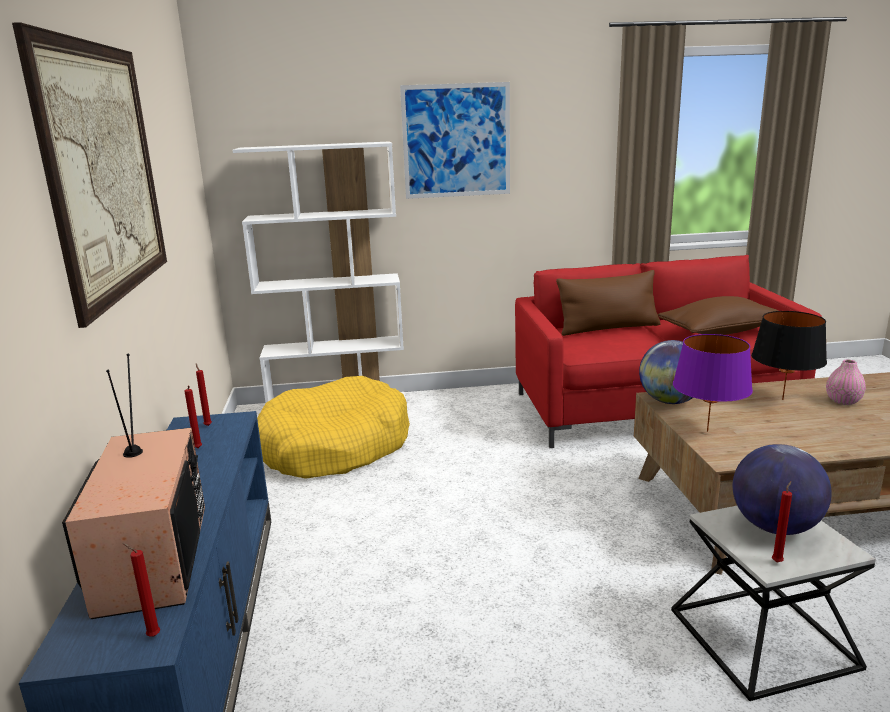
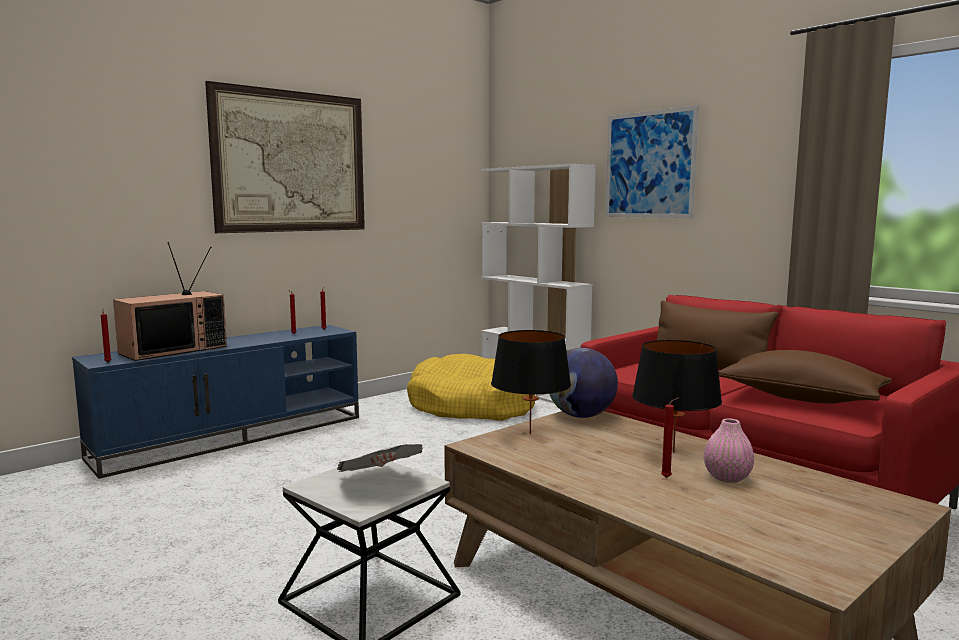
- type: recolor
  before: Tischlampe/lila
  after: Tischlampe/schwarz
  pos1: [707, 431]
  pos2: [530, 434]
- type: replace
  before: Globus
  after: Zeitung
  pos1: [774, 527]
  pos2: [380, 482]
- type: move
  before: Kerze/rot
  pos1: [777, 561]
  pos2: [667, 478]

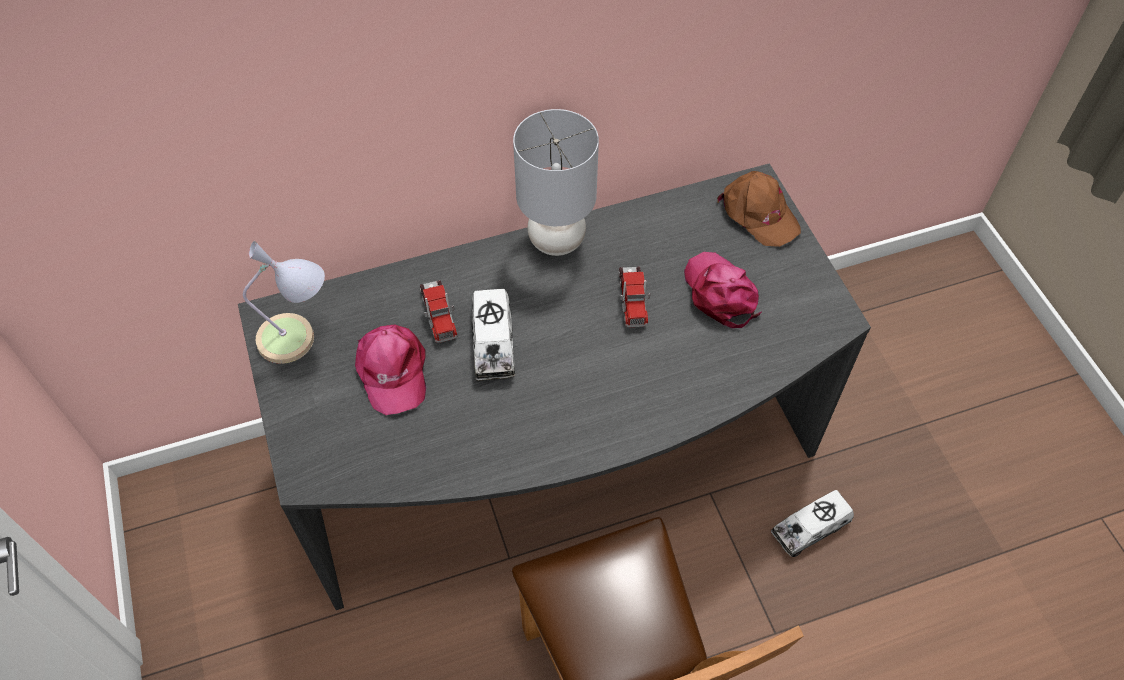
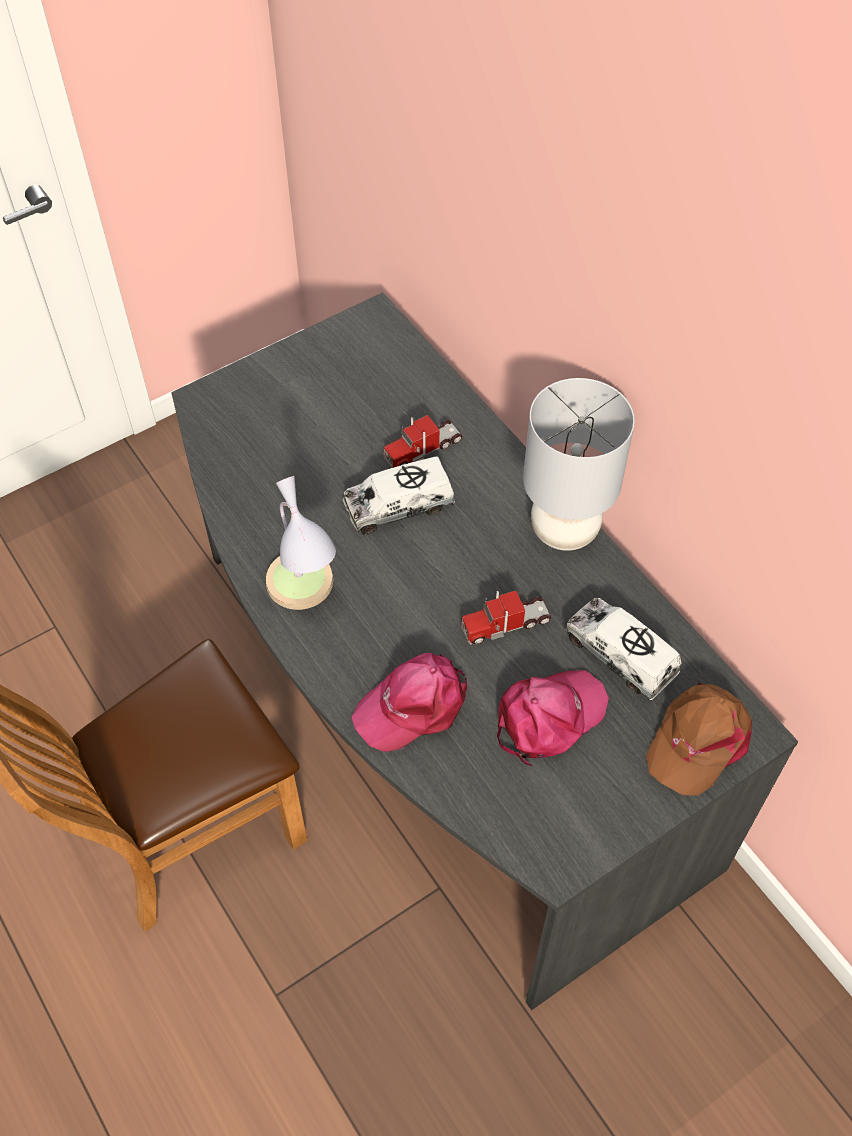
- type: move
  before: Tischlampe
  pos1: [299, 337]
  pos2: [305, 593]
- type: move
  before: Kappe/rosa
  pos1: [392, 371]
  pos2: [413, 705]
- type: move
  before: Spielzeuglaster
  pos1: [810, 529]
  pos2: [620, 655]

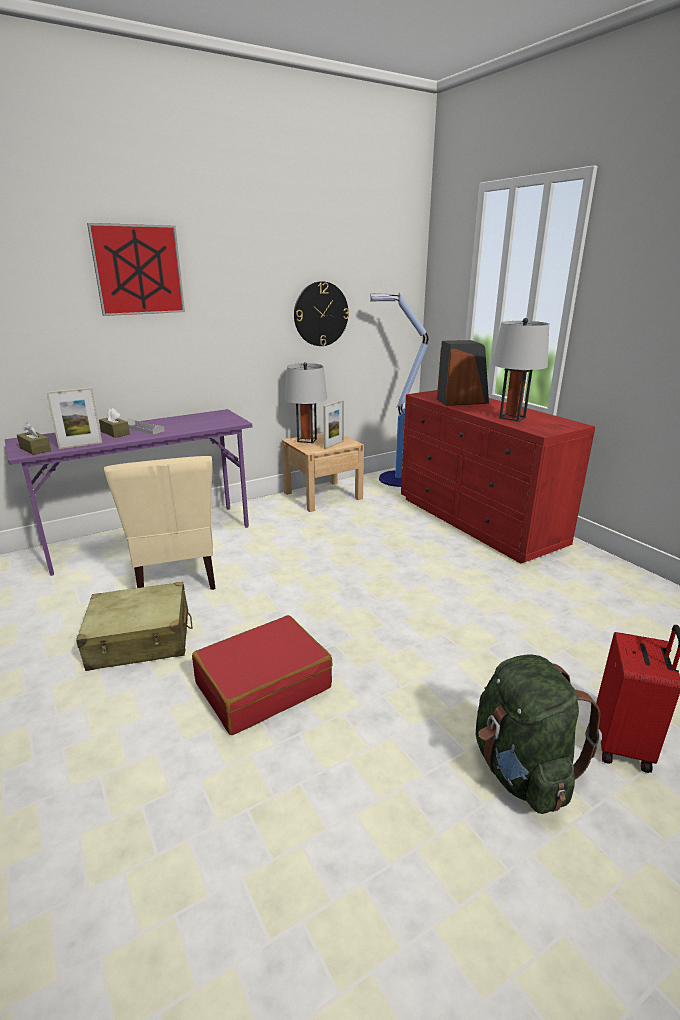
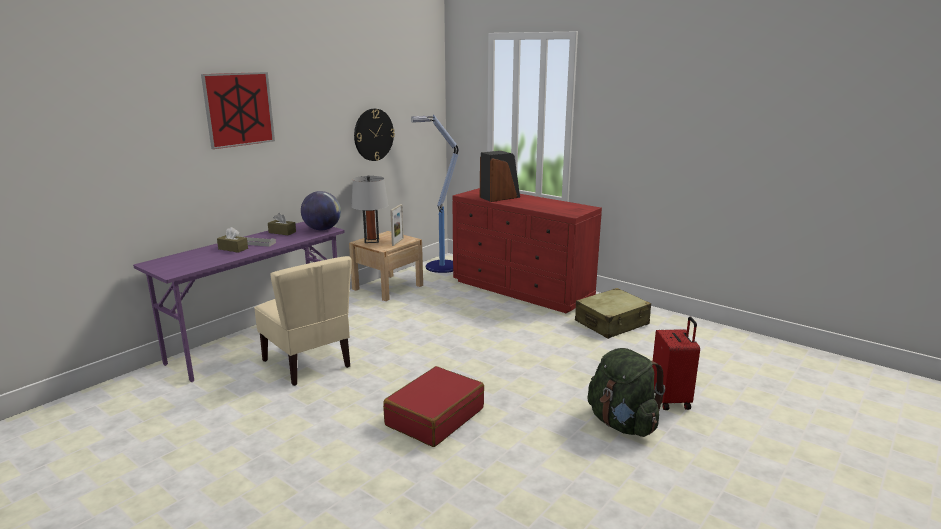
- type: move
  before: Taschentuchbox/braun
  pos1: [35, 449]
  pos2: [282, 232]
- type: delete
  before: Bilderrahmen
  pos1: [80, 445]
- type: move
  before: Koffer/beige
  pos1: [140, 640]
  pos2: [612, 323]
- type: delete
  before: Tischlampe/grau
  pos1: [512, 417]
- type: insert
  after: Globus
  pos2: [322, 229]

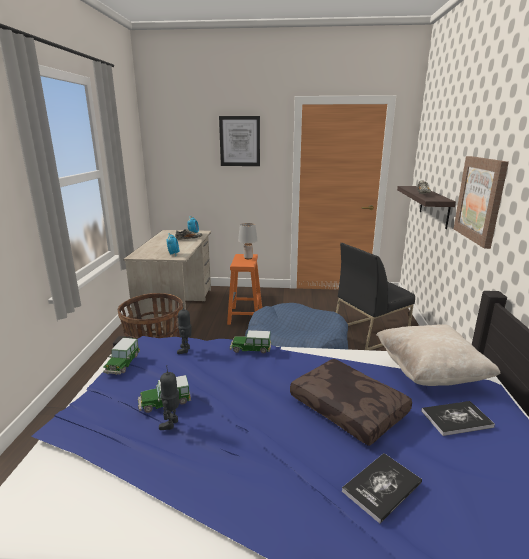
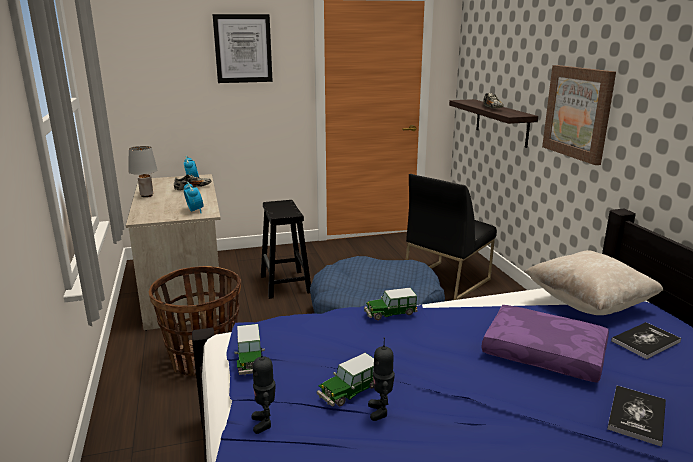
- type: move
  before: Spielzeugroboter
  pos1: [185, 350]
  pos2: [264, 422]
- type: recolor
  before: Hocker/orange
  after: Hocker/schwarz
  pos1: [245, 316]
  pos2: [286, 284]
- type: move
  before: Tischlampe/grau
  pos1: [248, 258]
  pos2: [147, 195]
- type: recolor
  before: Kissen/braun
  after: Kissen/lila
  pos1: [349, 408]
  pos2: [545, 353]

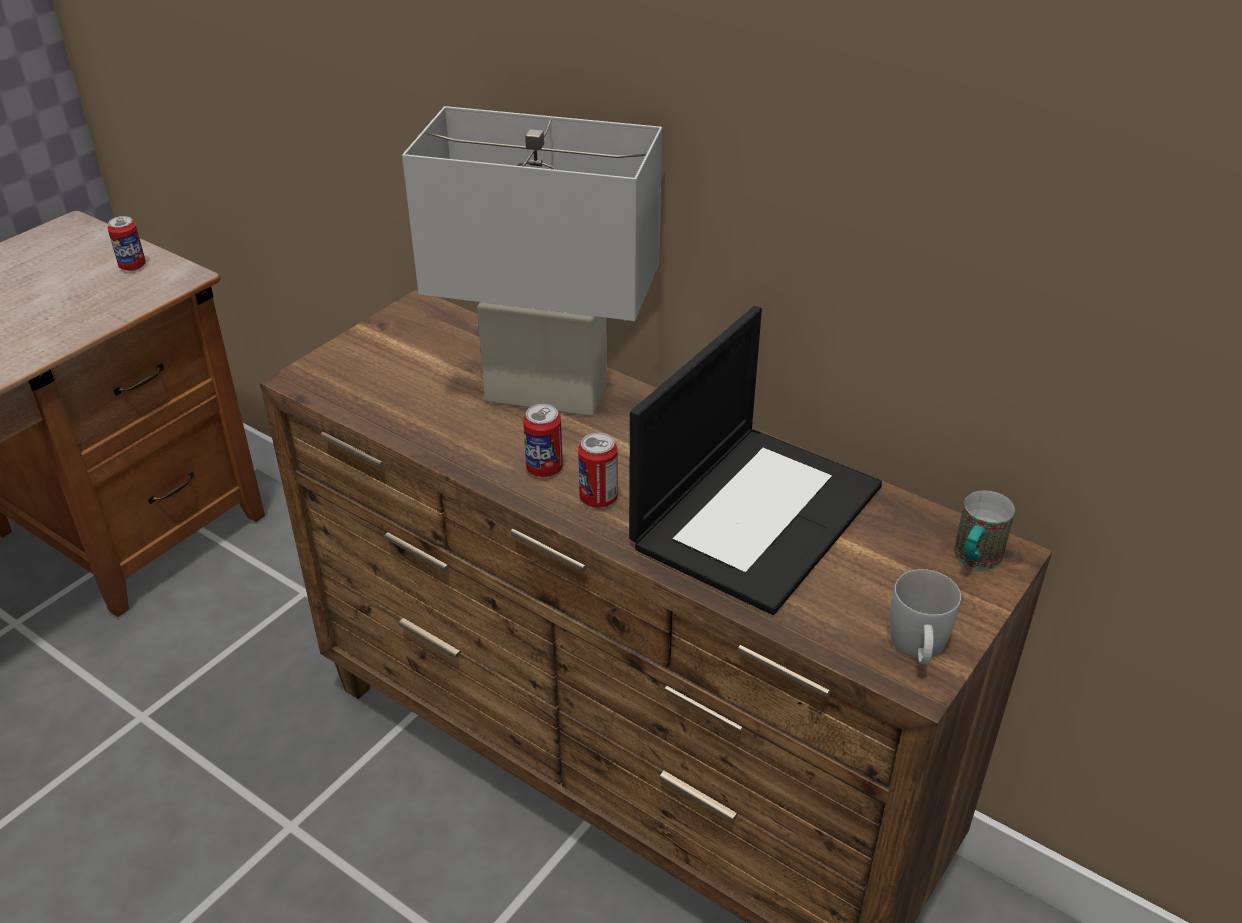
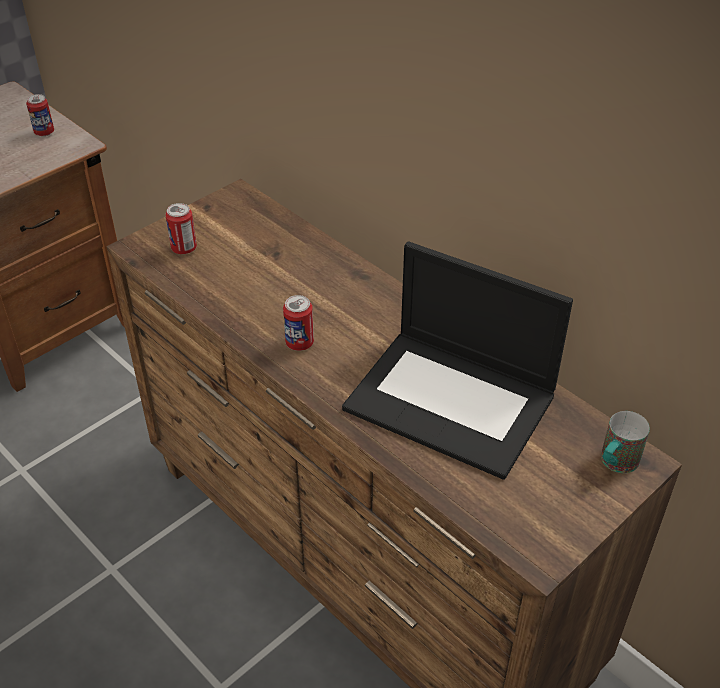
- type: delete
  before: Tischlampe/weiß
  pos1: [546, 393]
- type: move
  before: Dose
  pos1: [598, 499]
  pos2: [184, 248]
- type: rotate
  before: Laptop
  pos1: [756, 513]
  pos2: [453, 401]
  turn: 75
- type: delete
  before: Henkelbecher/weiß
  pos1: [918, 649]

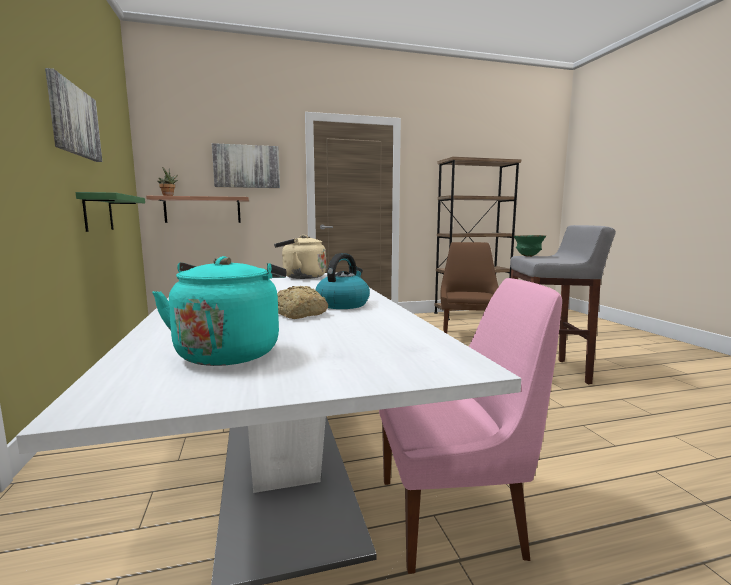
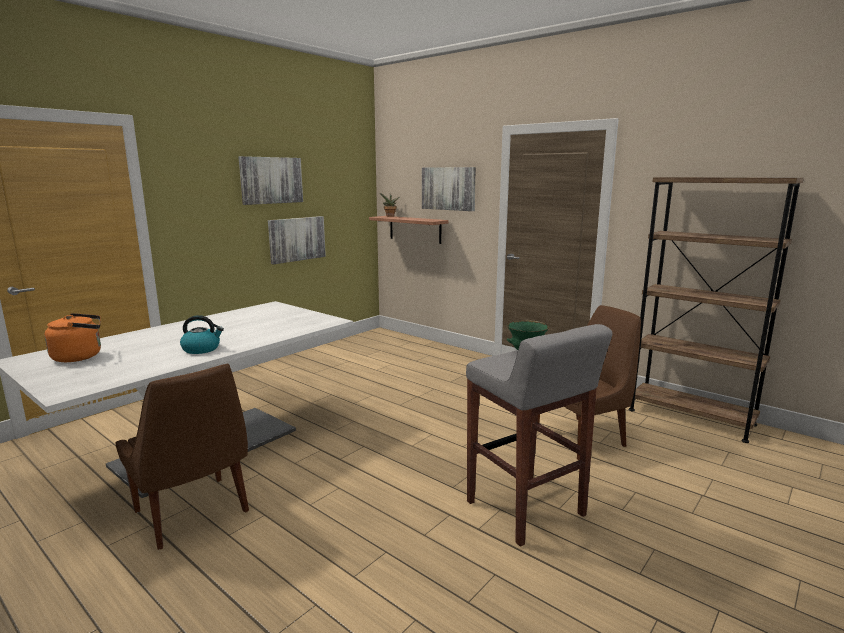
- type: replace
  before: Wandregal/grün
  after: Bild
  pos1: [98, 213]
  pos2: [296, 239]
- type: recolor
  before: Wasserkessel/türkis
  after: Wasserkessel/orange
  pos1: [230, 352]
  pos2: [80, 356]
- type: delete
  before: Wasserkessel/beige
  pos1: [301, 277]
- type: delete
  before: Brot
  pos1: [299, 314]
- type: recolor
  before: Stuhl/rosa
  after: Stuhl/braun
  pos1: [454, 516]
  pos2: [193, 513]

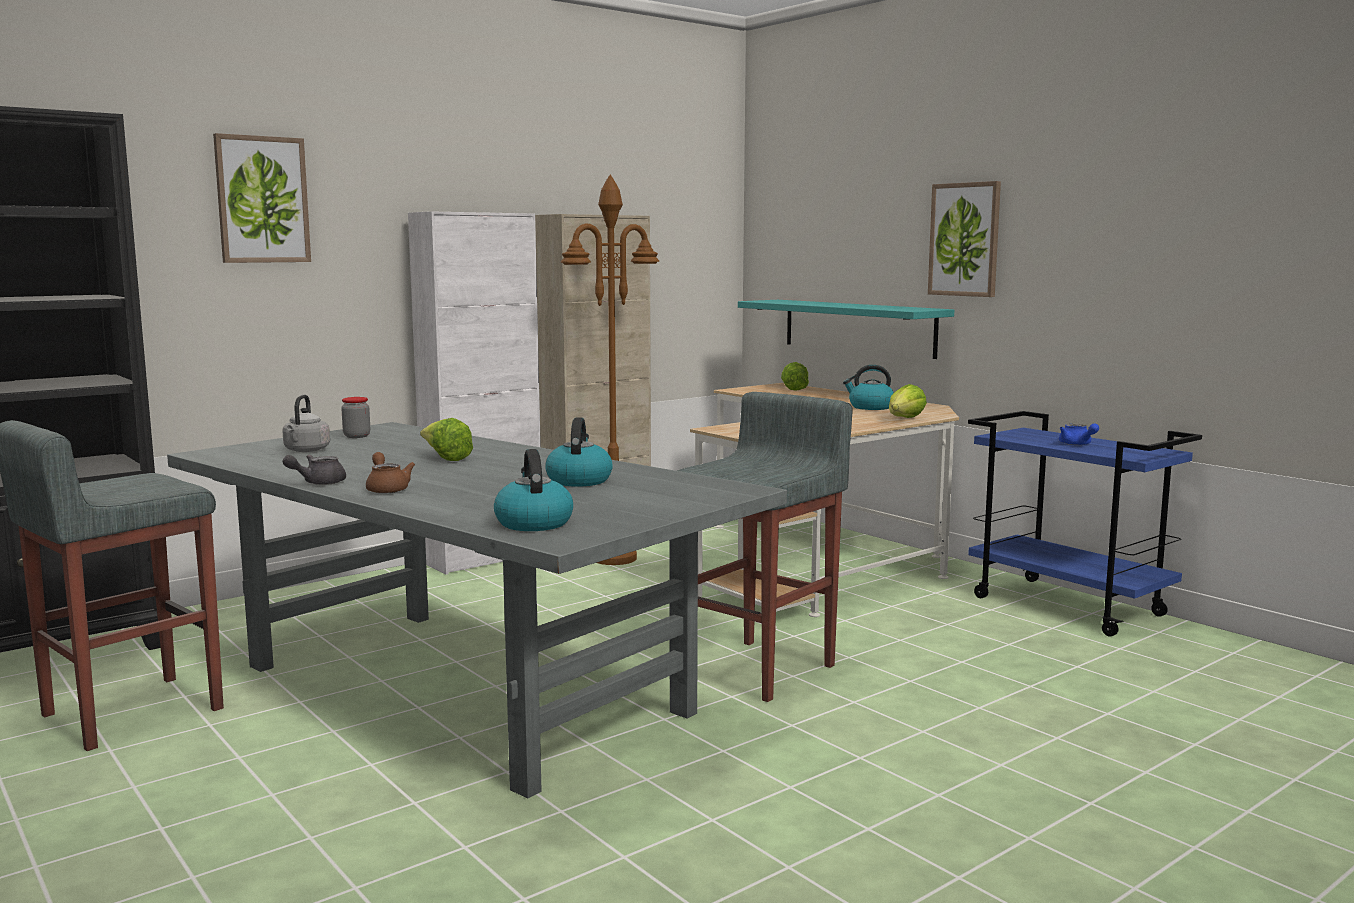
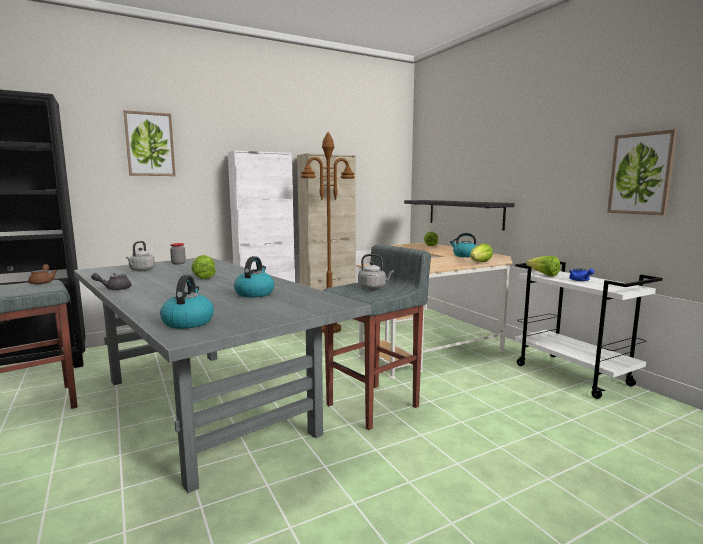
- type: move
  before: Teekanne/braun
  pos1: [387, 489]
  pos2: [43, 282]
- type: recolor
  before: Wandregal/türkis
  after: Wandregal/schwarz
  pos1: [858, 327]
  pos2: [464, 213]
- type: move
  before: Bild
  pos1: [965, 239]
  pos2: [641, 174]
- type: recolor
  before: Rollwagen/blau
  after: Rollwagen/weiß
  pos1: [1070, 606]
  pos2: [573, 375]
- type: insert
  after: Wasserkessel/grau
  pos2: [373, 287]
- type: insert
  after: Salatkopf
  pos2: [543, 275]

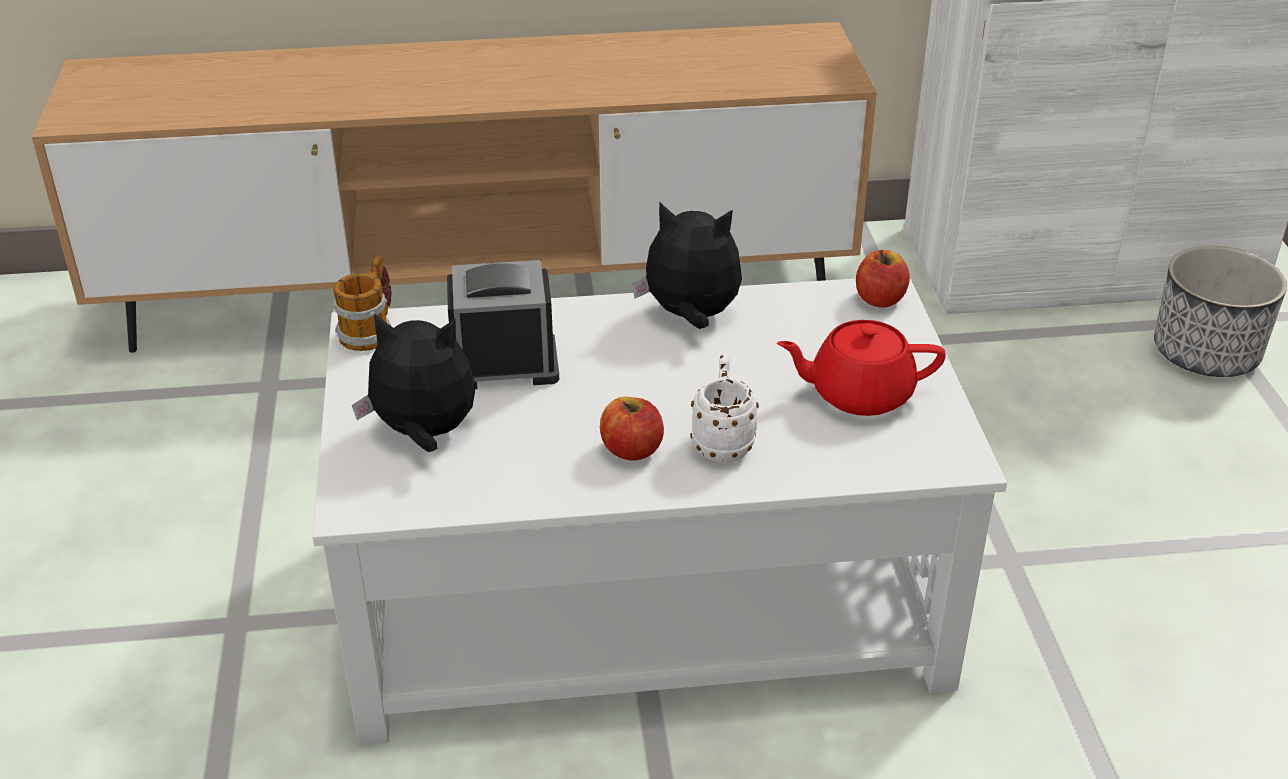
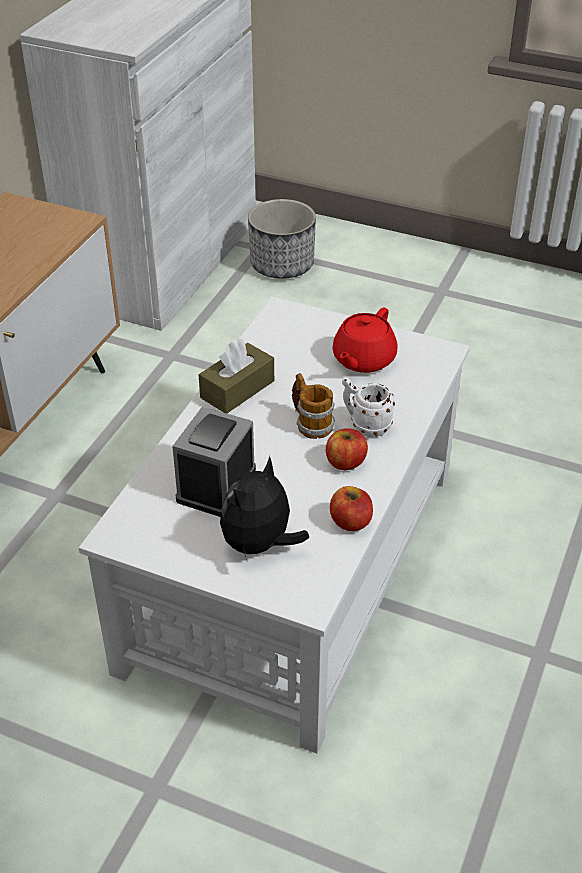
- type: move
  before: Henkelbecher
  pos1: [370, 330]
  pos2: [310, 423]
- type: replace
  before: Plüschtier
  after: Taschentuchbox/braun
  pos1: [691, 316]
  pos2: [237, 389]
- type: move
  before: Apfel
  pos1: [880, 299]
  pos2: [350, 522]

